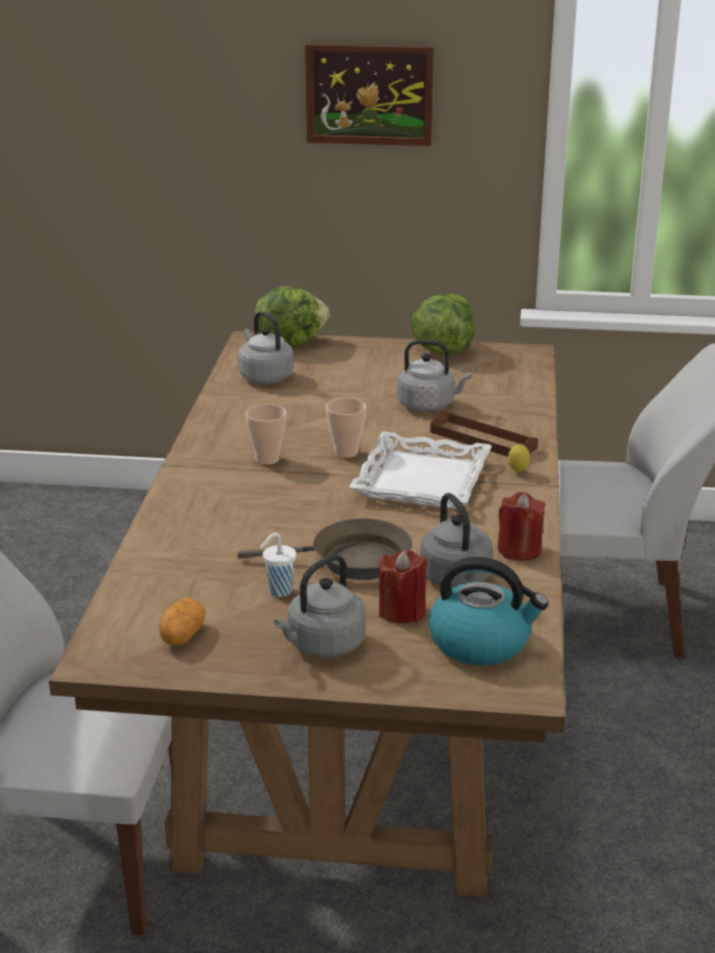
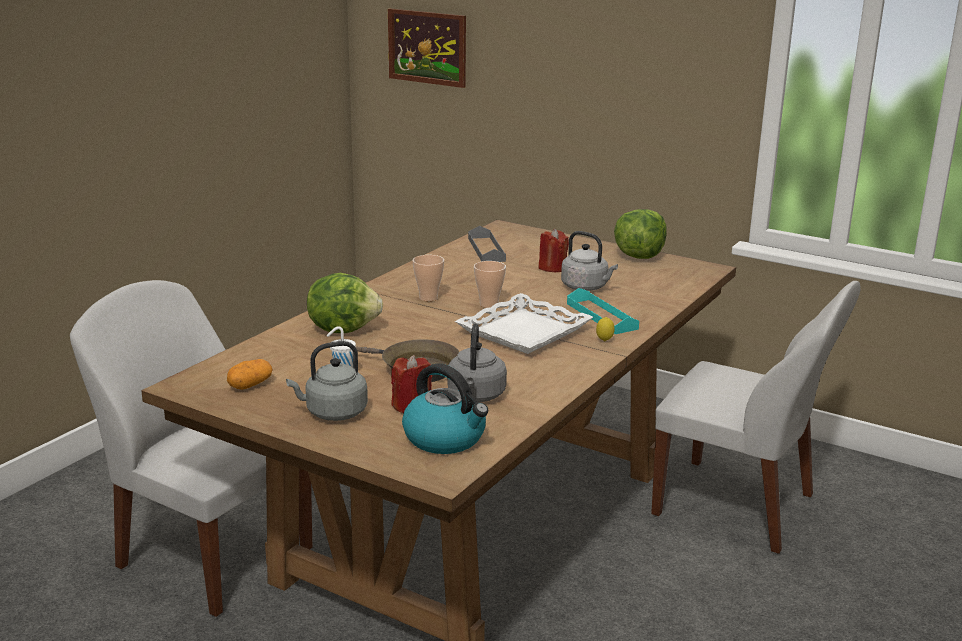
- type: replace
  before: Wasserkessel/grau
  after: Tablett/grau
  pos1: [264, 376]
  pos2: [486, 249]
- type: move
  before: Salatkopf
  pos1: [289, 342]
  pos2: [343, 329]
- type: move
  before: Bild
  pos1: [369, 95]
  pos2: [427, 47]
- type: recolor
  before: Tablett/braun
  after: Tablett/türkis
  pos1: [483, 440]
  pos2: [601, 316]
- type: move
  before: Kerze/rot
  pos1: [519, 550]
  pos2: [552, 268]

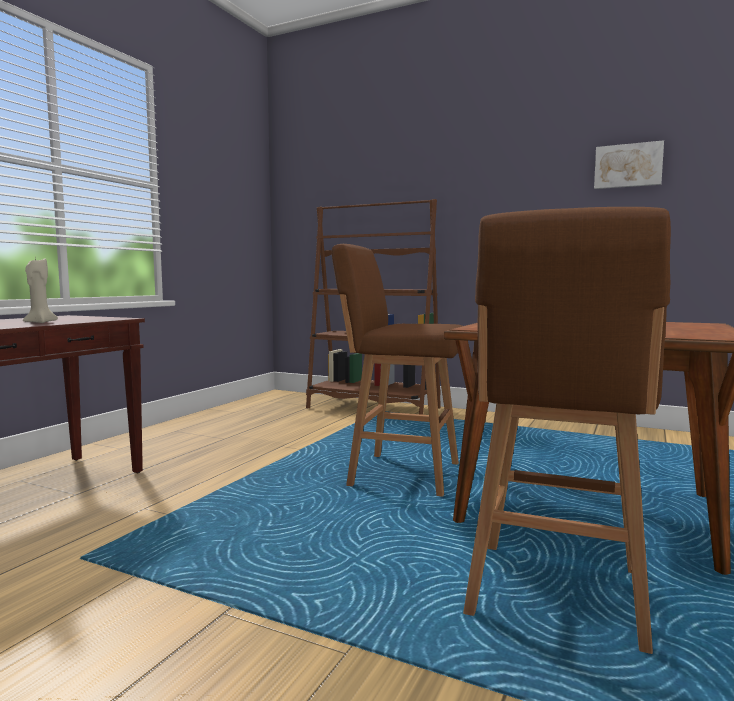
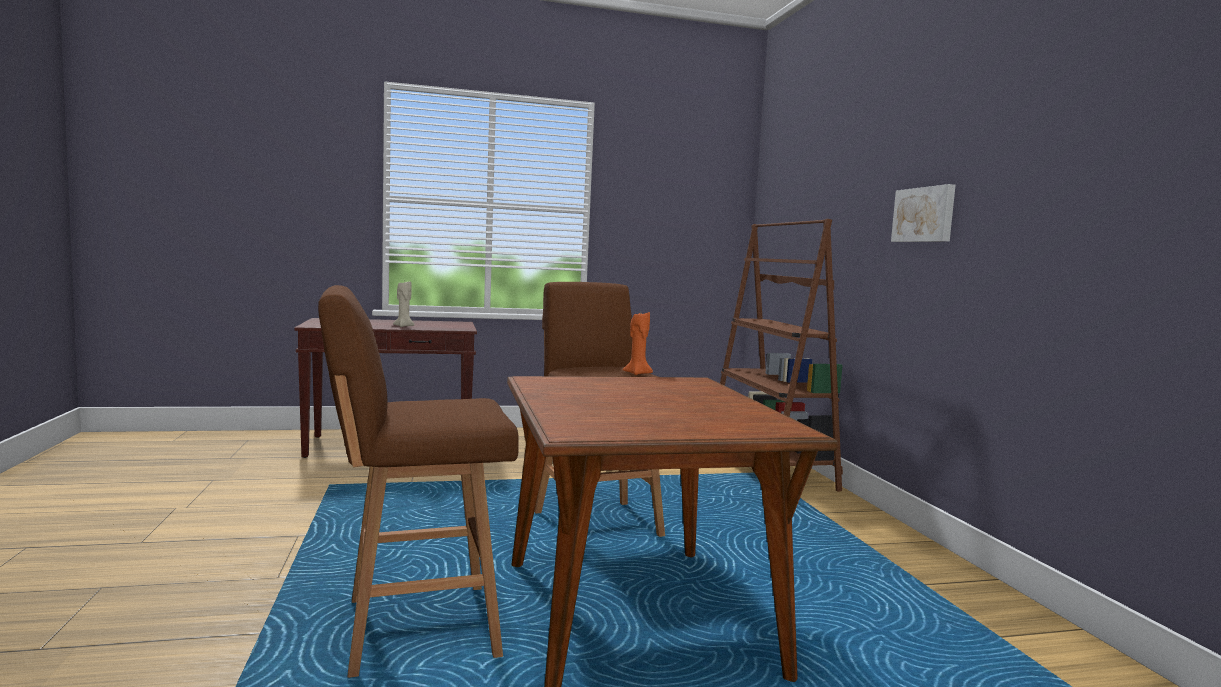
- type: move
  before: Bild
  pos1: [628, 166]
  pos2: [924, 215]
- type: insert
  after: Kerze/orange
  pos2: [637, 373]

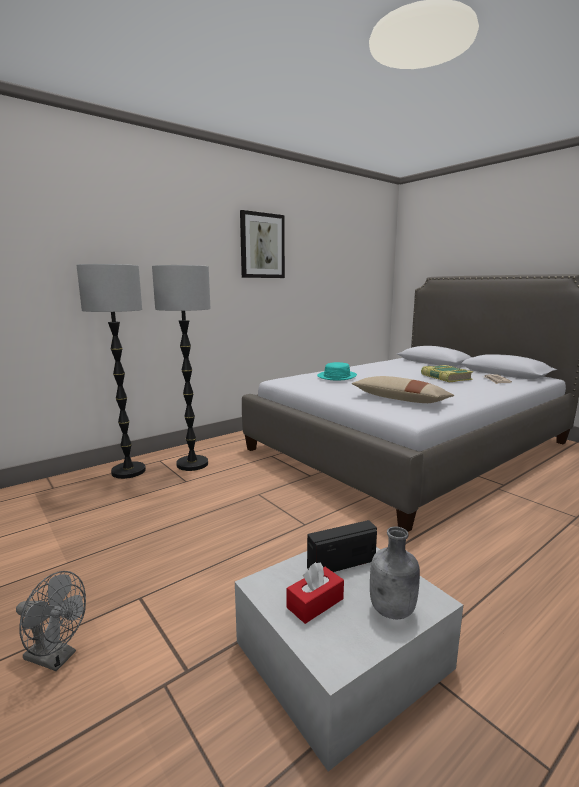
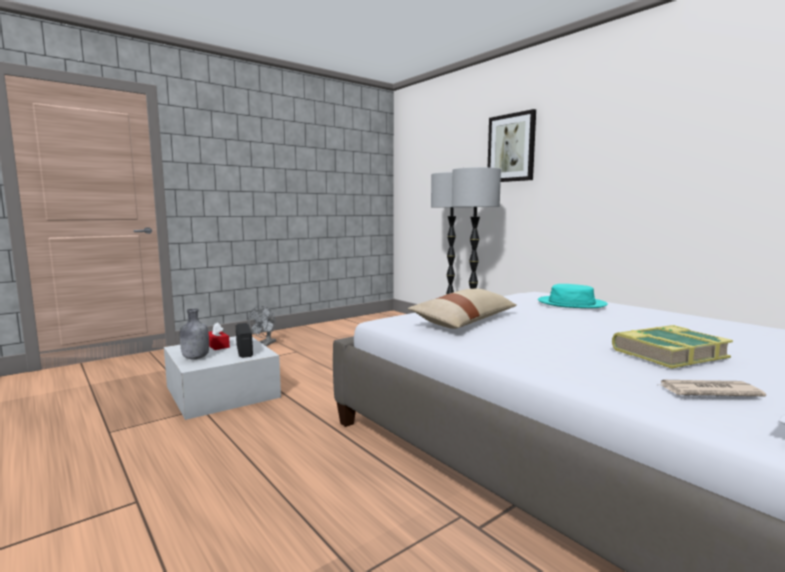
- type: move
  before: Bild
  pos1: [262, 246]
  pos2: [511, 148]

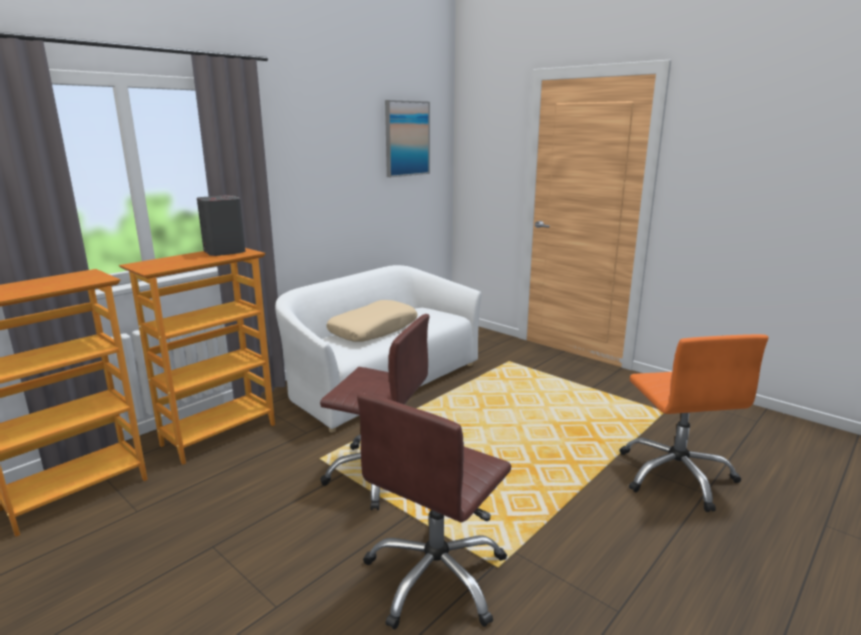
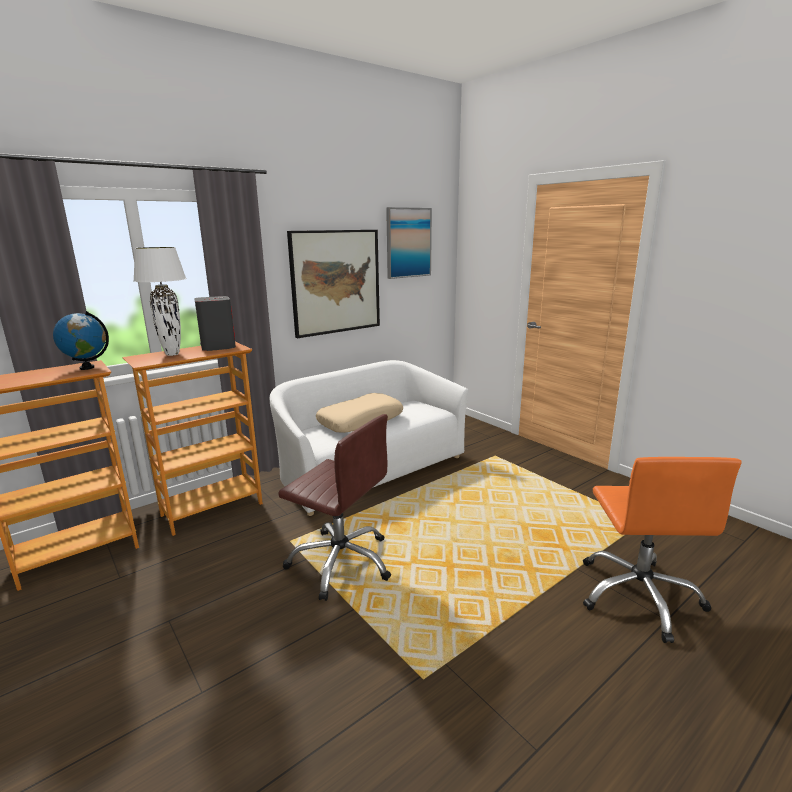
- type: delete
  before: Bürostuhl/braun
  pos1: [436, 577]
- type: insert
  after: Globus
  pos2: [87, 367]
- type: insert
  after: Tischlampe/weiß
  pos2: [172, 354]
- type: insert
  after: Bild
  pos2: [336, 282]

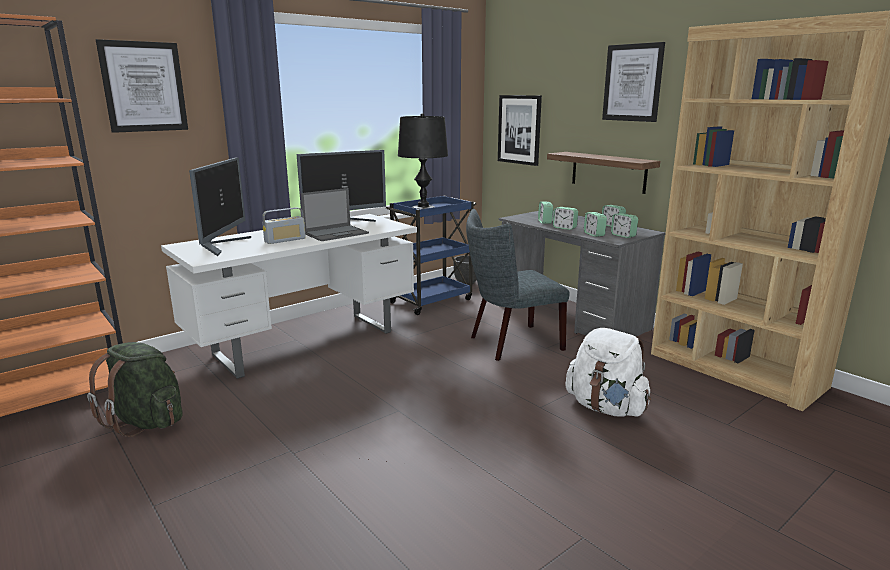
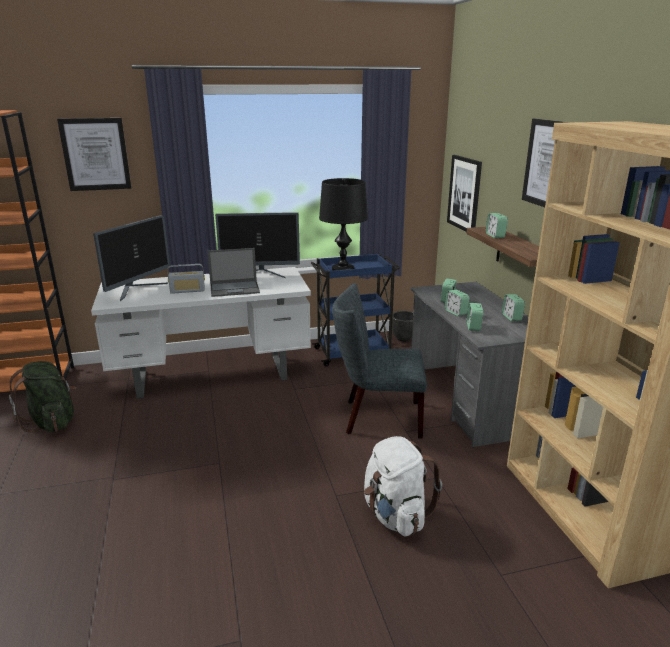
- type: move
  before: Wecker
  pos1: [623, 235]
  pos2: [495, 236]

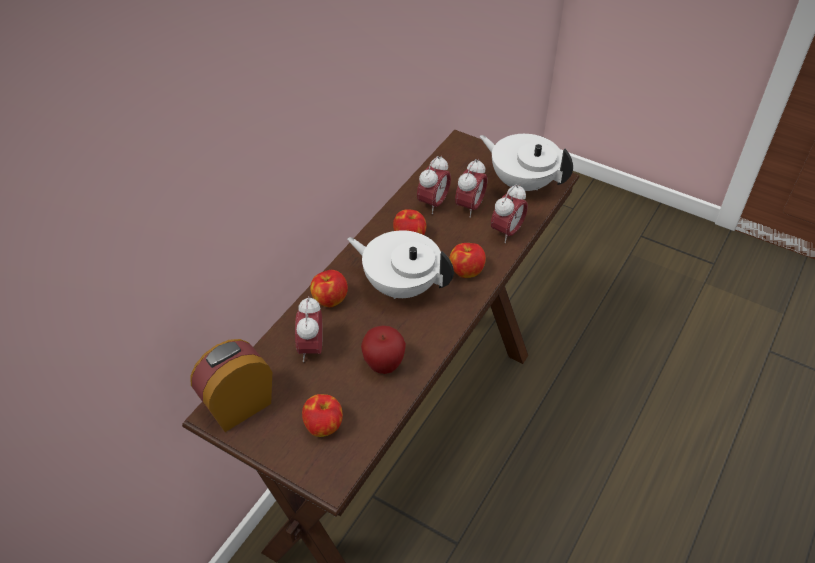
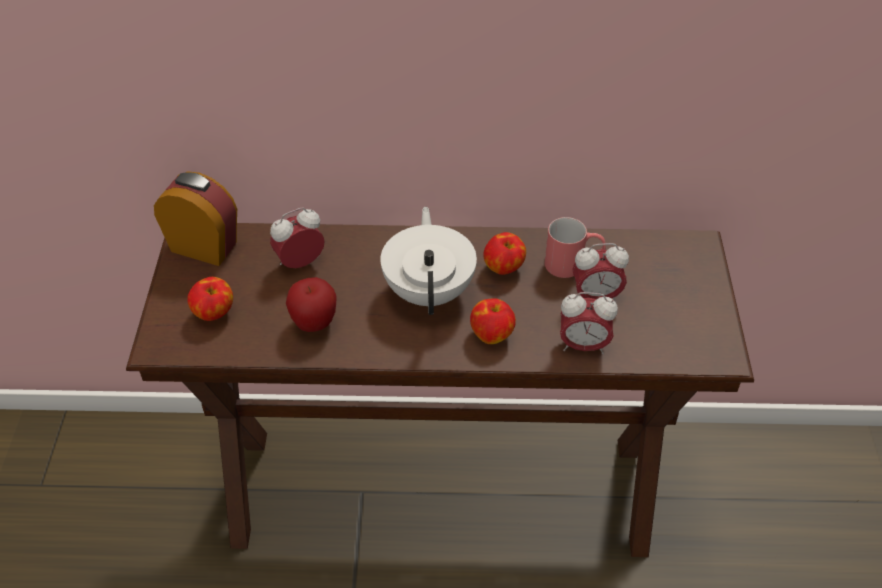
- type: delete
  before: Apfel
  pos1: [330, 299]
- type: replace
  before: Wecker
  after: Henkelbecher/rot
  pos1: [433, 203]
  pos2: [573, 264]
- type: delete
  before: Teekanne/weiß
  pos1: [522, 183]

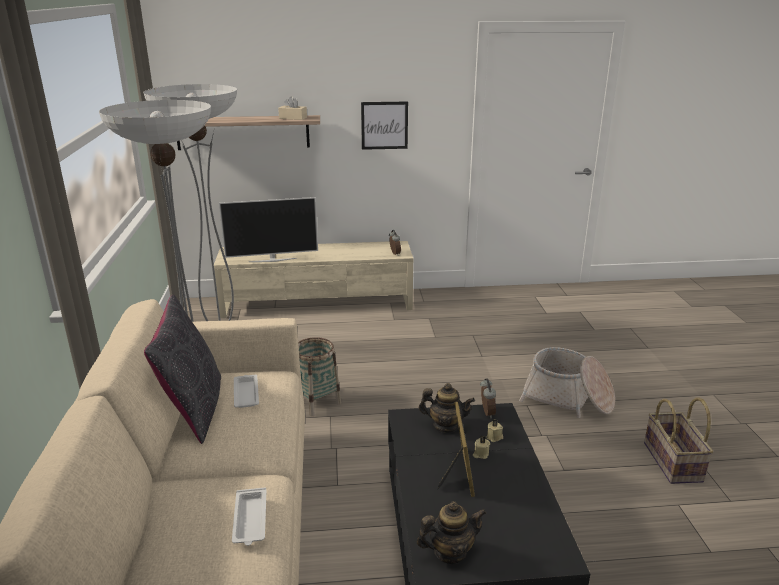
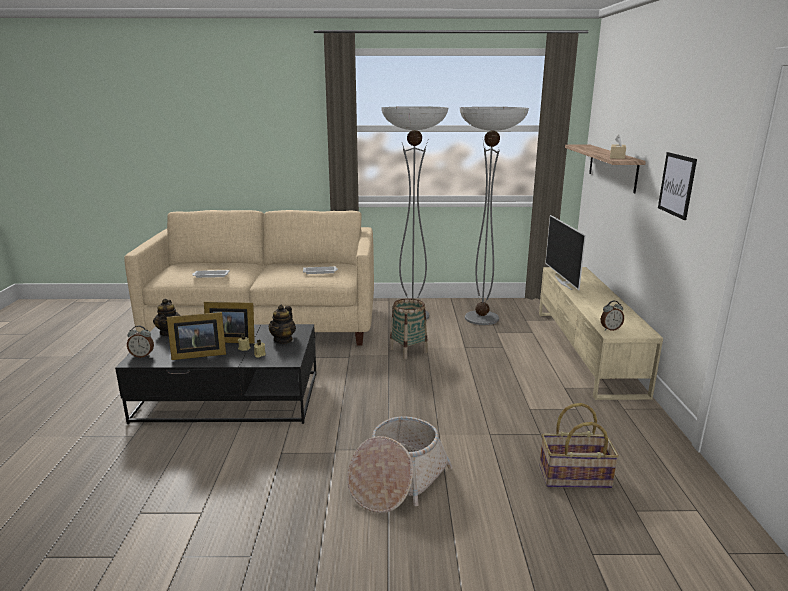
- type: delete
  before: Kissen/schwarz
  pos1: [193, 409]
- type: move
  before: Wecker
  pos1: [486, 413]
  pos2: [142, 355]
- type: move
  before: Korb
  pos1: [673, 462]
  pos2: [574, 477]
- type: insert
  after: Bilderrahmen
  pos2: [197, 354]

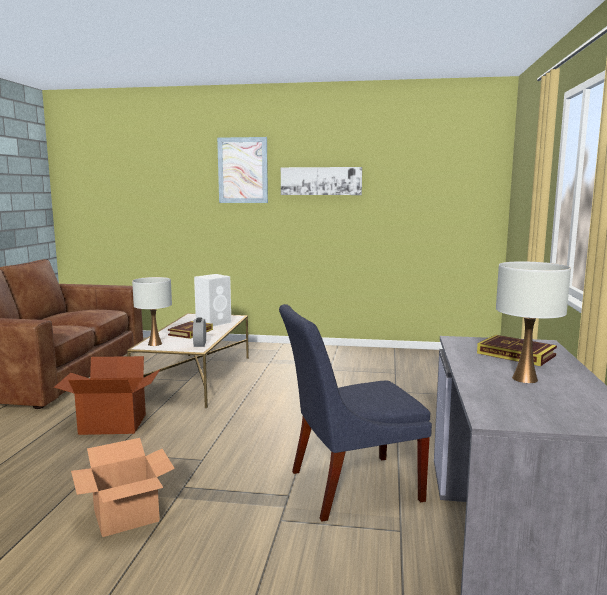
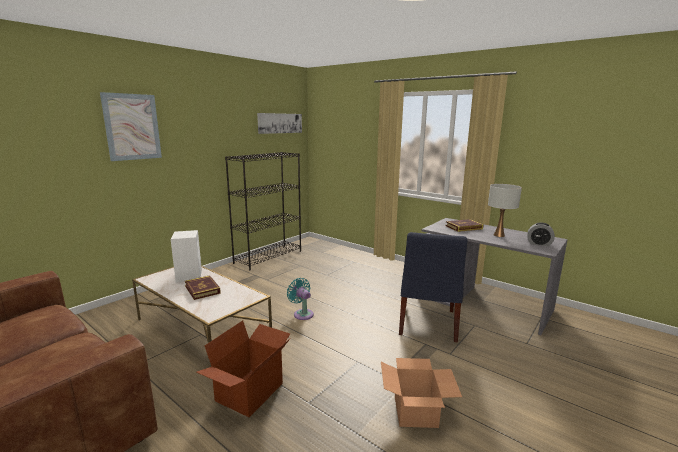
- type: delete
  before: Tischlampe/weiß
  pos1: [155, 344]
- type: move
  before: Wecker
  pos1: [200, 344]
  pos2: [539, 244]
- type: move
  before: Bild
  pos1: [321, 181]
  pos2: [280, 123]
- type: insert
  after: Bücherregal/schwarz
  pos2: [268, 257]
- type: insert
  after: Ventilator/türkis
  pos2: [302, 313]

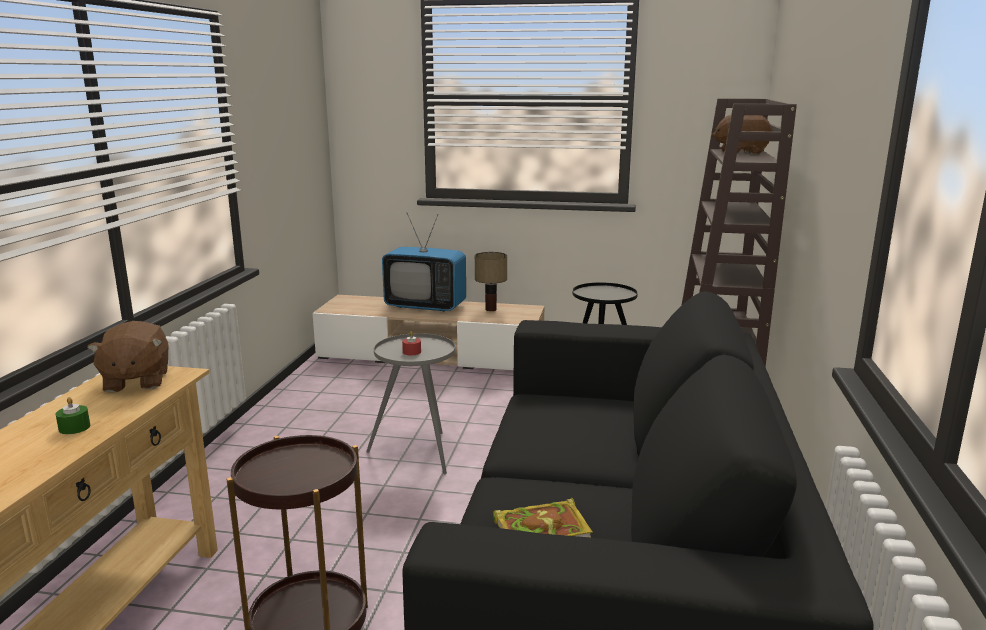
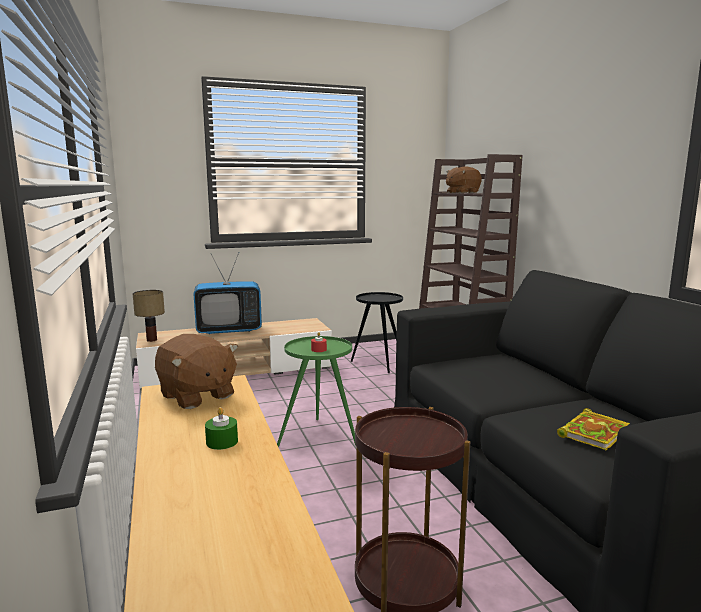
- type: recolor
  before: Beistelltisch/grau
  after: Beistelltisch/grün
  pos1: [418, 454]
  pos2: [319, 438]
- type: move
  before: Tischlampe
  pos1: [490, 309]
  pos2: [151, 340]

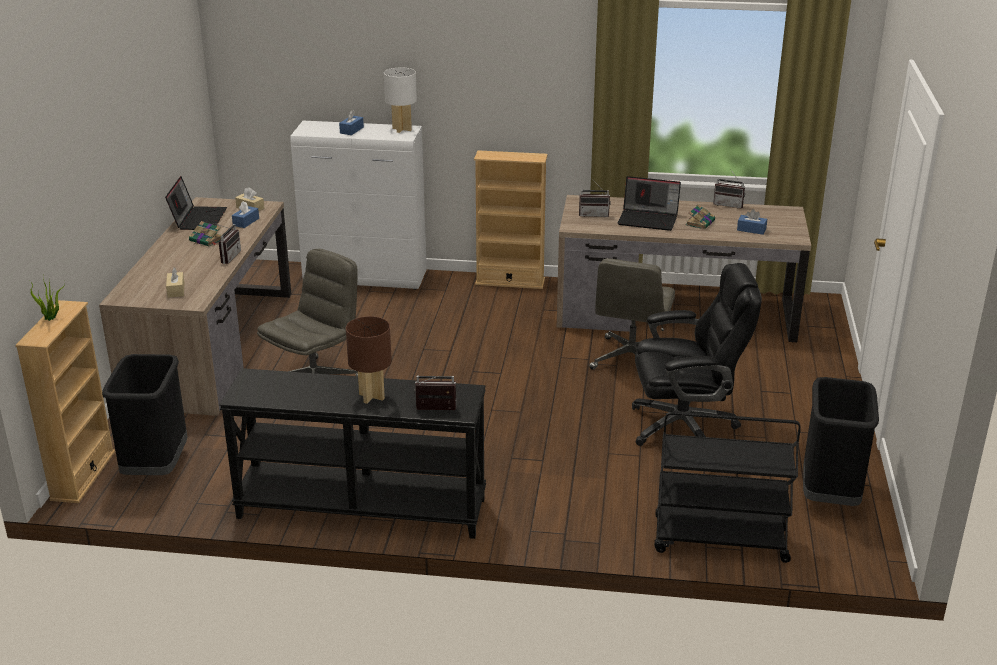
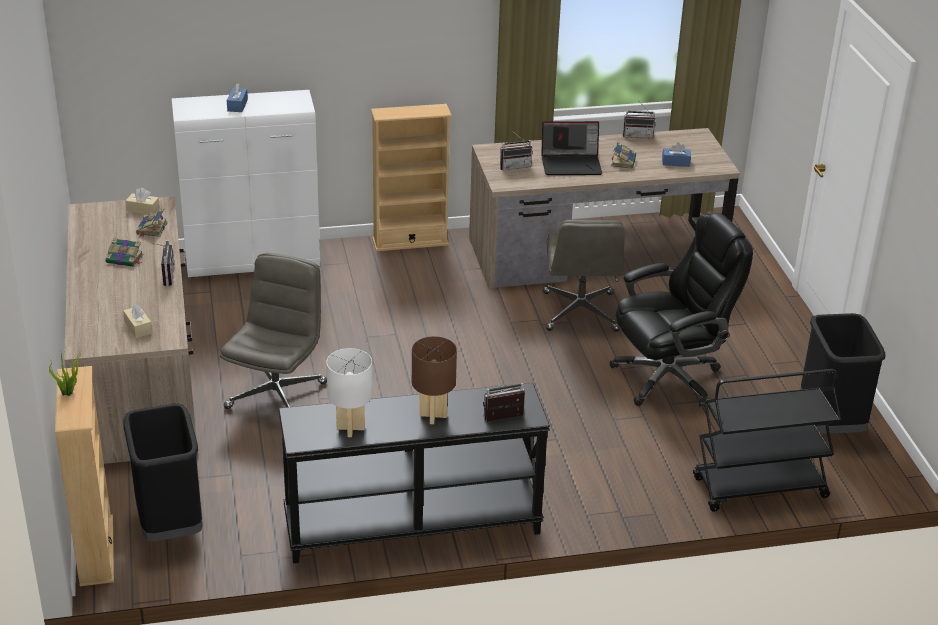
- type: delete
  before: Laptop
  pos1: [198, 219]
- type: replace
  before: Taschentuchbox/blau
  after: Buch
  pos1: [246, 222]
  pos2: [152, 229]
- type: move
  before: Tischlampe/weiß
  pos1: [402, 129]
  pos2: [350, 428]

